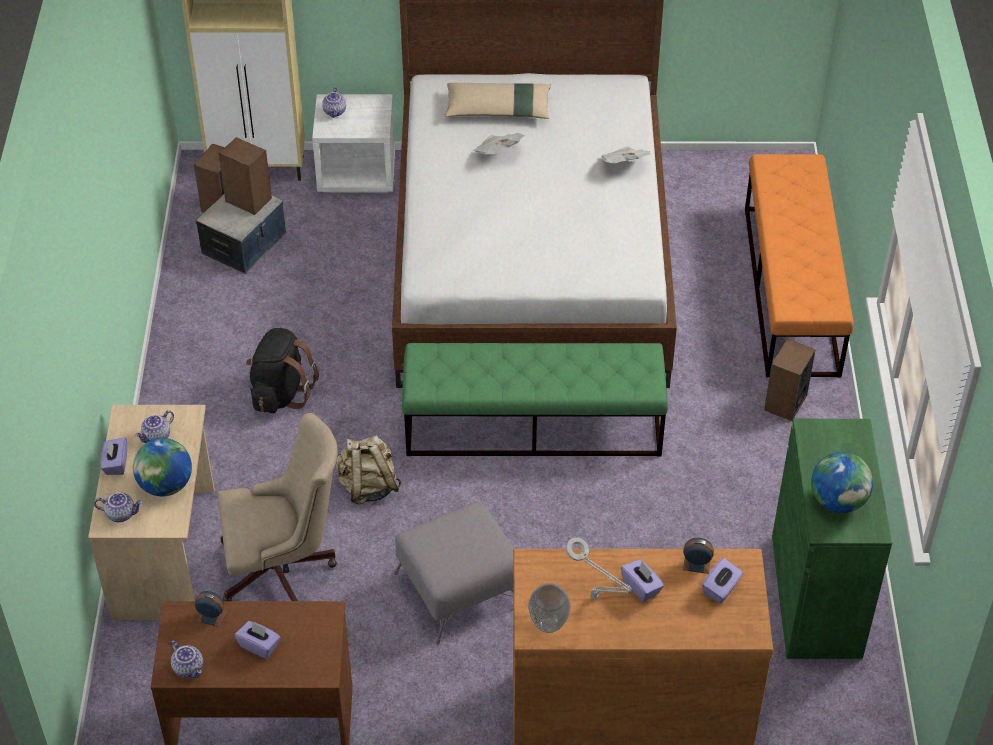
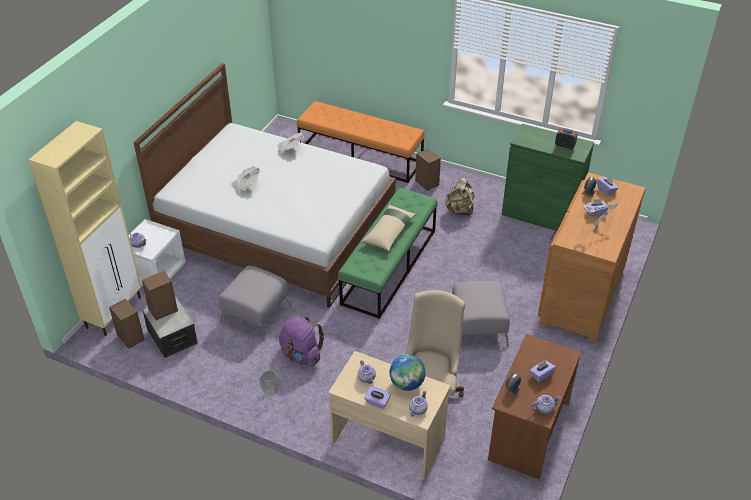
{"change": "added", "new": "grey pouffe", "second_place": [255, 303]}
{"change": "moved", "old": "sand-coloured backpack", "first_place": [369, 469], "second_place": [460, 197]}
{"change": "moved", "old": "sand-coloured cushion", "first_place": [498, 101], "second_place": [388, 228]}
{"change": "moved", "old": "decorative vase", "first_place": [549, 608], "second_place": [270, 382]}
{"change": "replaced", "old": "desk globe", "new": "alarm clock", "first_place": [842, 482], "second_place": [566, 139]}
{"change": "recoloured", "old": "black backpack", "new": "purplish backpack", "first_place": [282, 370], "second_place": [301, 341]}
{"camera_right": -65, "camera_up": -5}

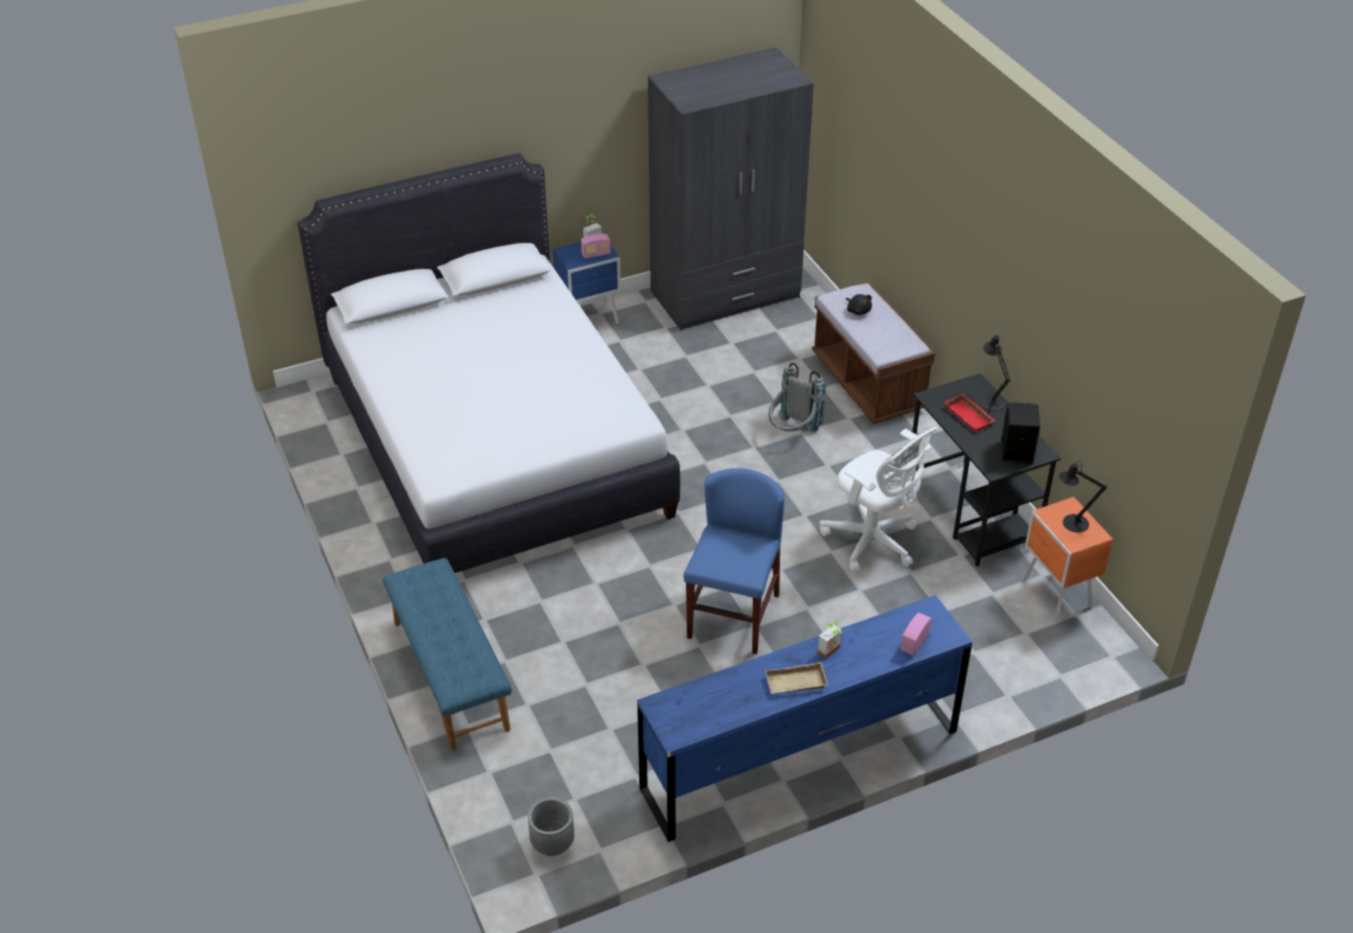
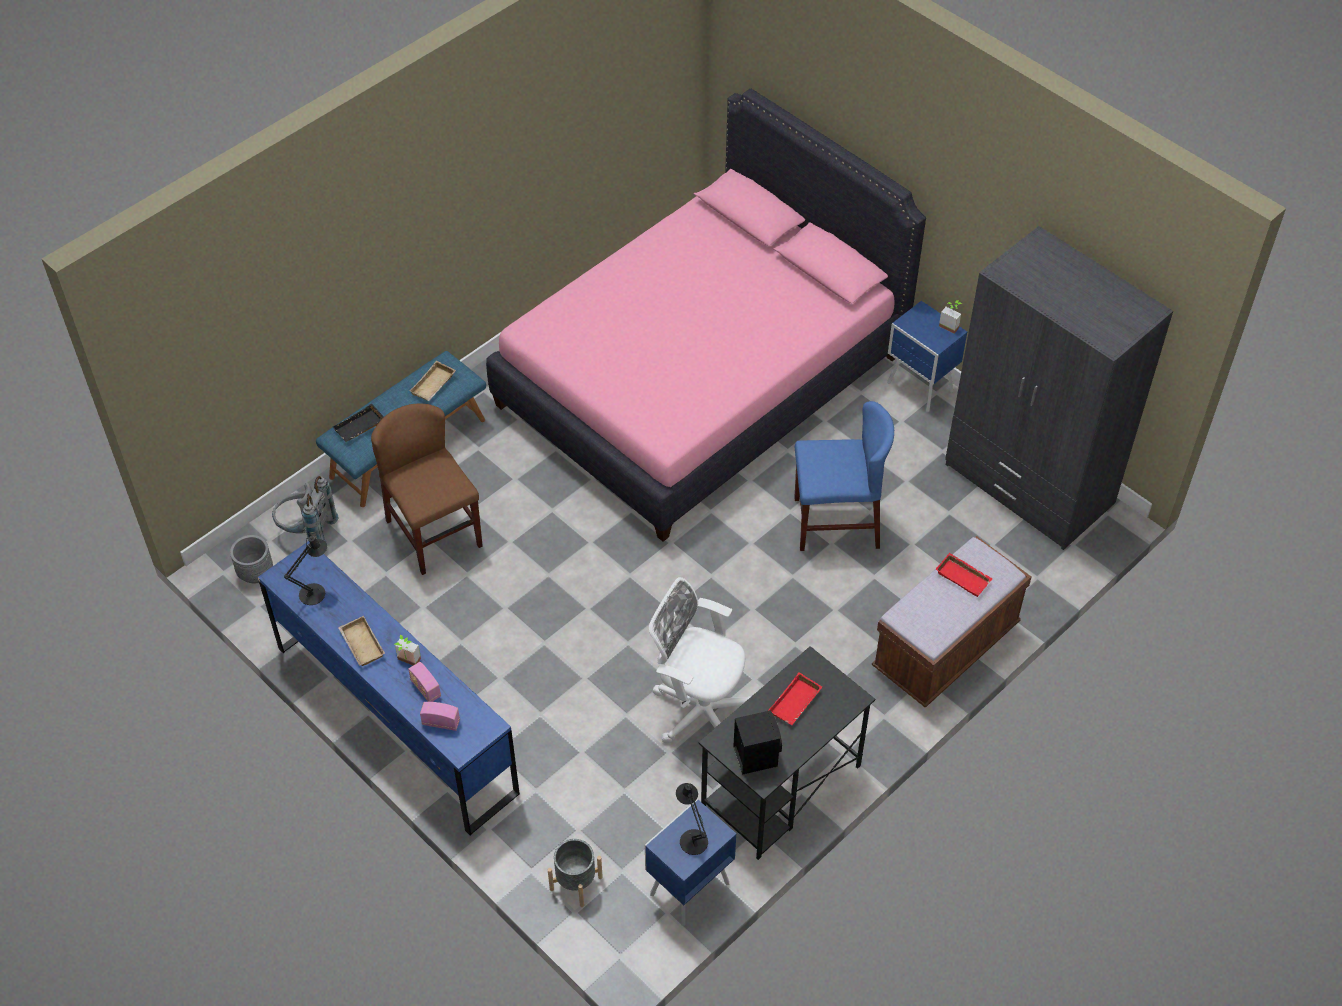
{"change": "added", "new": "black carrying tray", "second_place": [358, 423]}
{"change": "added", "new": "brownish chair", "second_place": [427, 489]}
{"change": "added", "new": "sand-coloured carrying tray", "second_place": [433, 381]}
{"change": "added", "new": "grey planter", "second_place": [575, 873]}
{"change": "moved", "old": "radio receiver", "first_place": [596, 246], "second_place": [424, 682]}
{"change": "moved", "old": "bluish chair", "first_place": [734, 561], "second_place": [844, 476]}
{"change": "moved", "old": "grey backpack", "first_place": [797, 397], "second_place": [305, 509]}
{"change": "moved", "old": "black table lamp", "first_place": [995, 373], "second_place": [305, 570]}
{"change": "replaced", "old": "black soft toy", "new": "reddish carrying tray", "first_place": [858, 304], "second_place": [964, 575]}
{"change": "recoloured", "old": "white bed", "new": "pink bed", "first_place": [488, 363], "second_place": [706, 315]}
{"change": "recoloured", "old": "orange nightstand", "new": "bluish nightstand", "first_place": [1067, 559], "second_place": [690, 862]}
{"change": "turned", "old": "white desk chair", "first_place": [879, 499], "second_place": [700, 660], "degrees": 90}
{"camera_right": 70, "camera_up": 10}

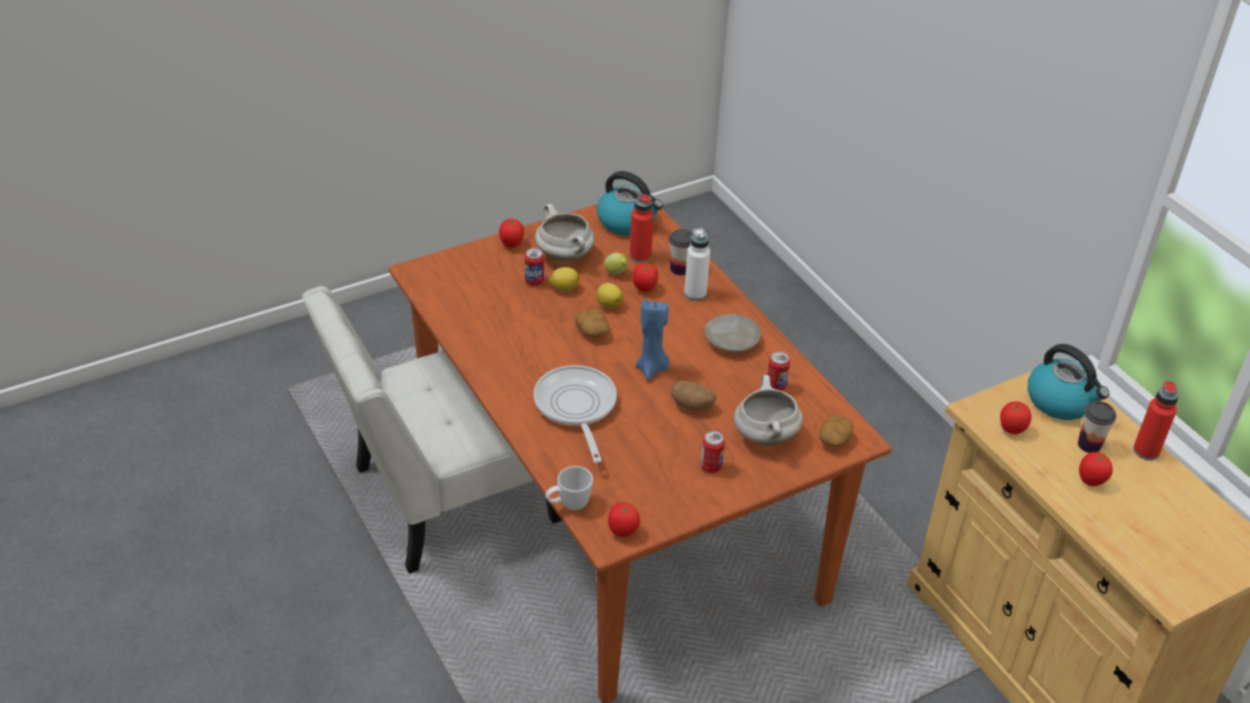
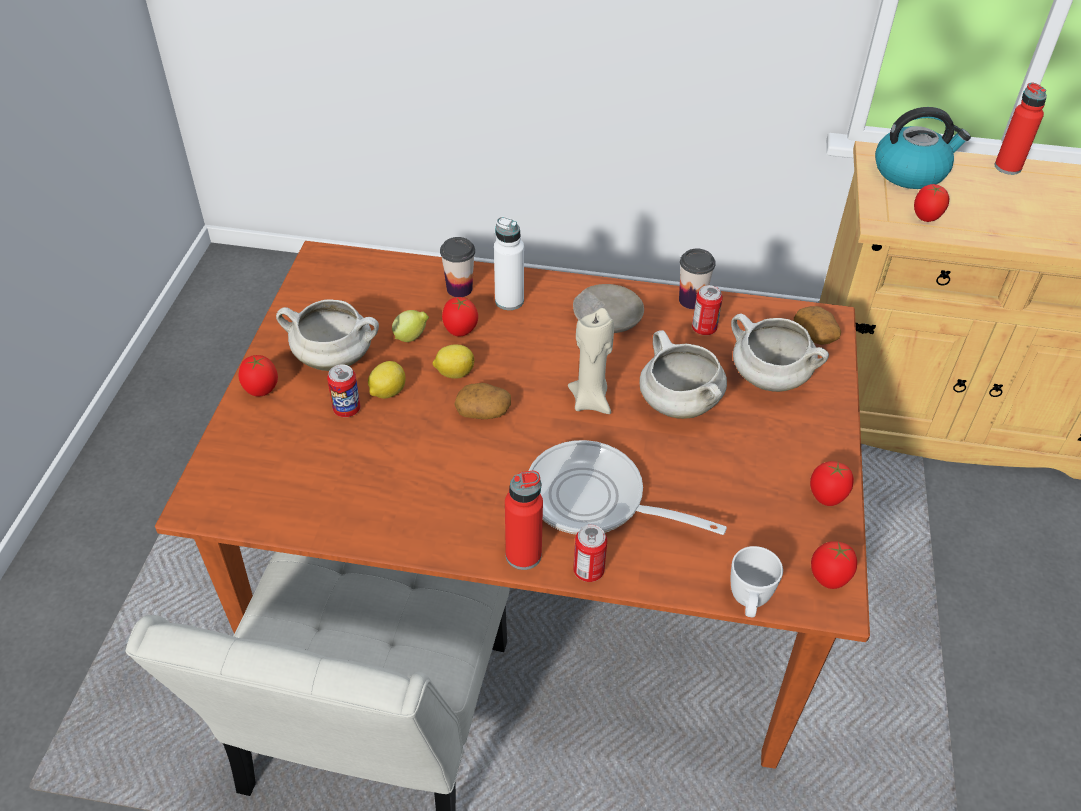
{"change": "removed", "old": "water kettle", "first_place": [630, 203]}
{"change": "moved", "old": "reddish bottle", "first_place": [642, 228], "second_place": [524, 520]}
{"change": "moved", "old": "can", "first_place": [712, 452], "second_place": [590, 553]}
{"change": "moved", "old": "small cup", "first_place": [1097, 427], "second_place": [697, 279]}
{"change": "moved", "old": "fresh tomato", "first_place": [1096, 469], "second_place": [832, 483]}
{"change": "replaced", "old": "spud", "new": "white cooking pot", "first_place": [693, 395], "second_place": [683, 374]}
{"change": "recoloured", "old": "bluish candle", "new": "sand-coloured candle", "first_place": [652, 339], "second_place": [591, 361]}
{"camera_right": -50, "camera_up": 5}

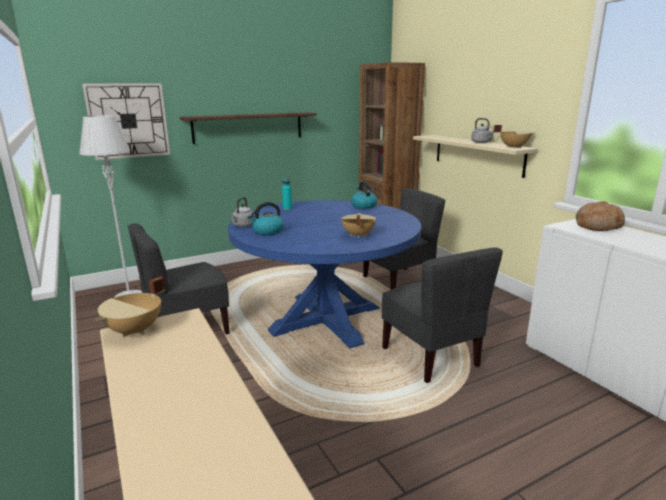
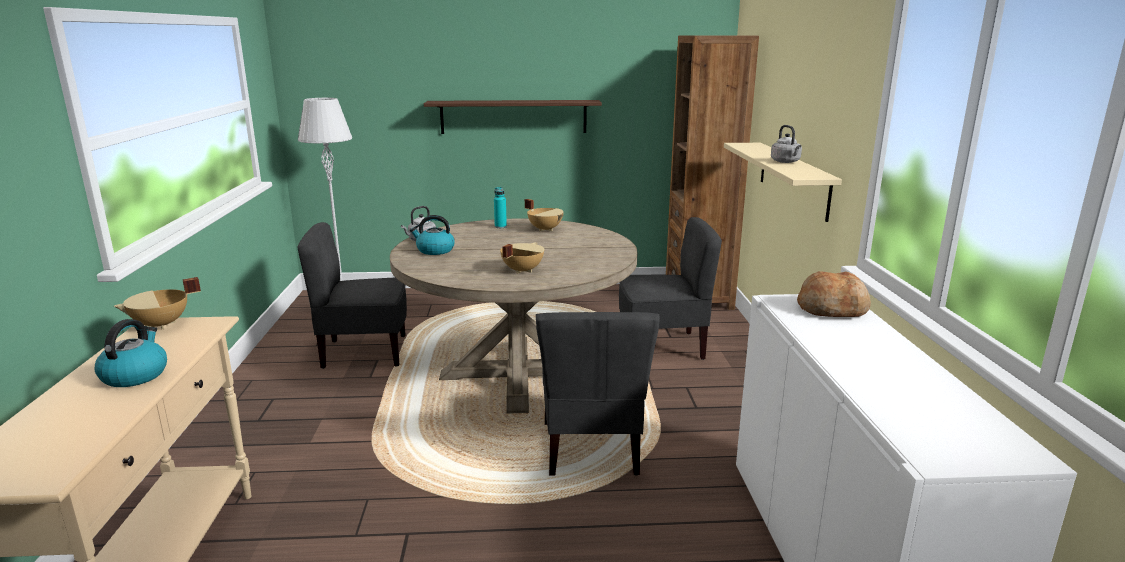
{"change": "removed", "old": "hanging clock", "first_place": [126, 121]}
{"change": "moved", "old": "water kettle", "first_place": [364, 195], "second_place": [130, 353]}
{"change": "moved", "old": "sand-coloured cooking pot", "first_place": [514, 136], "second_place": [544, 215]}
{"change": "recoloured", "old": "bluish dining table", "new": "sand-coloured dining table", "first_place": [324, 274], "second_place": [514, 316]}
{"camera_right": 25, "camera_up": 0}

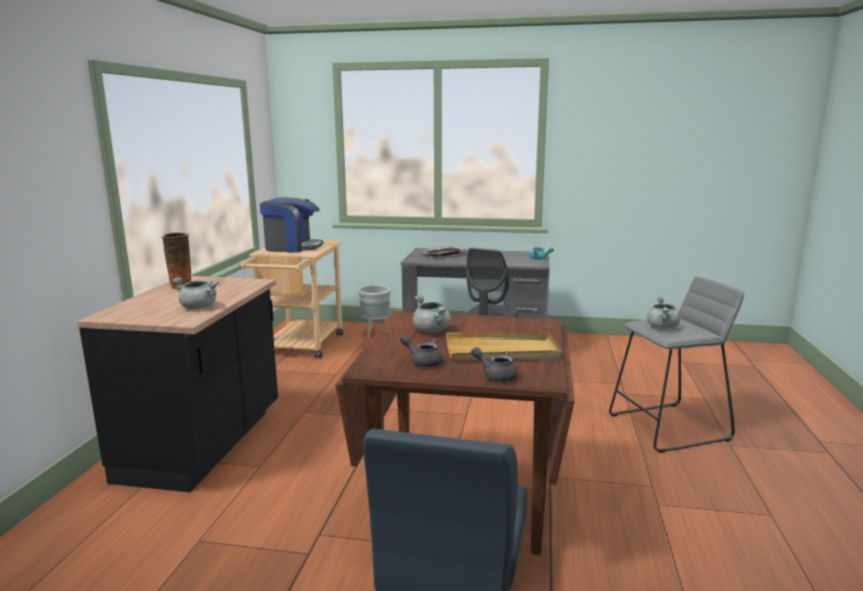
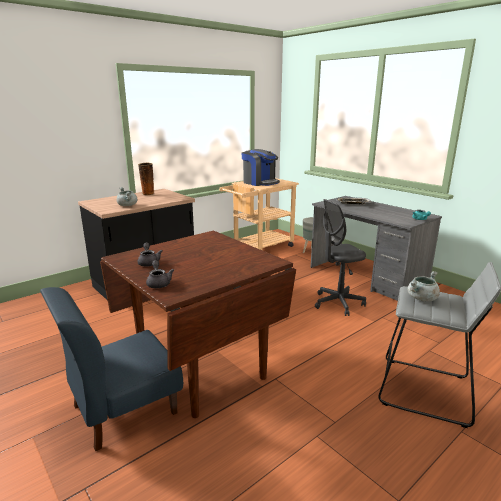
{"change": "removed", "old": "grey cooking pot", "first_place": [432, 313]}
{"change": "removed", "old": "sand-coloured carrying tray", "first_place": [504, 346]}
{"camera_right": 40, "camera_up": 5}

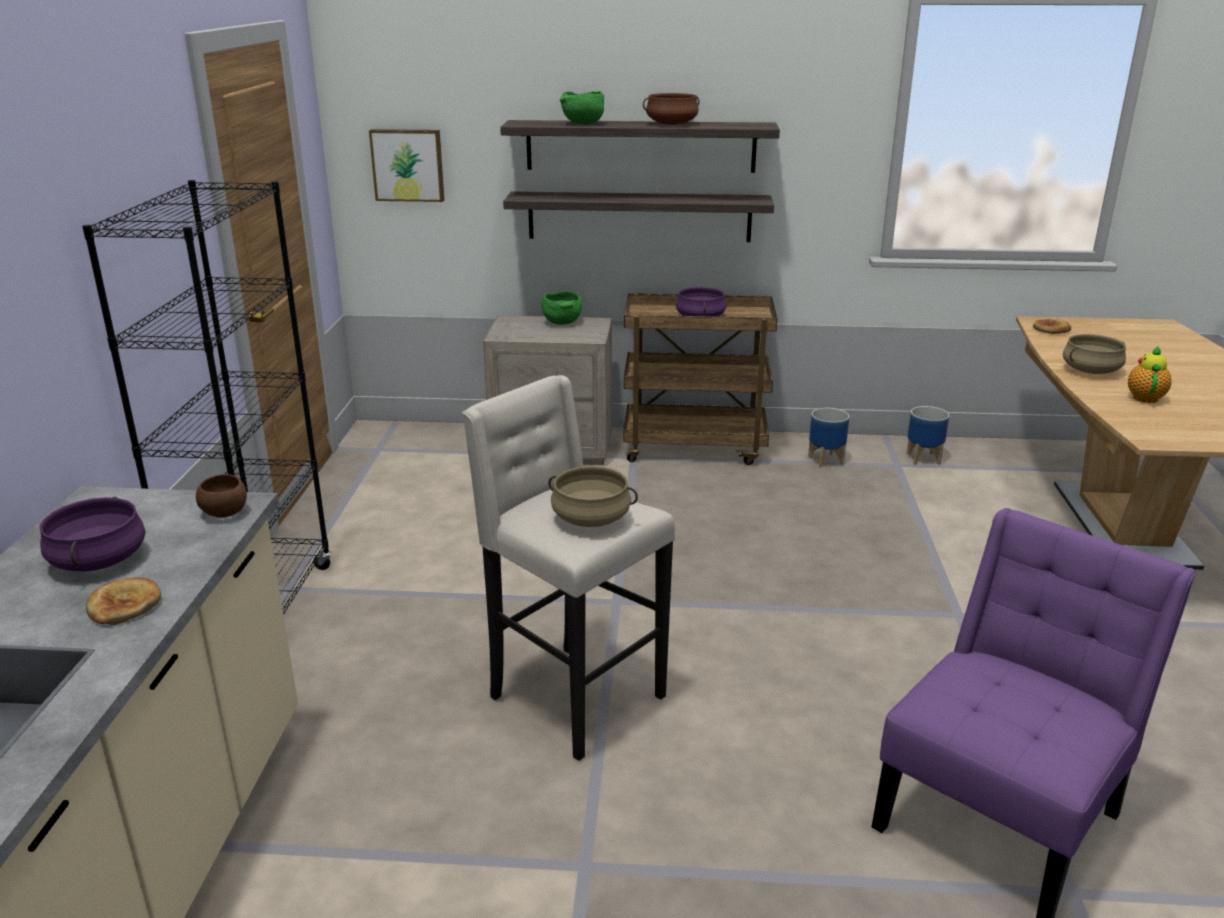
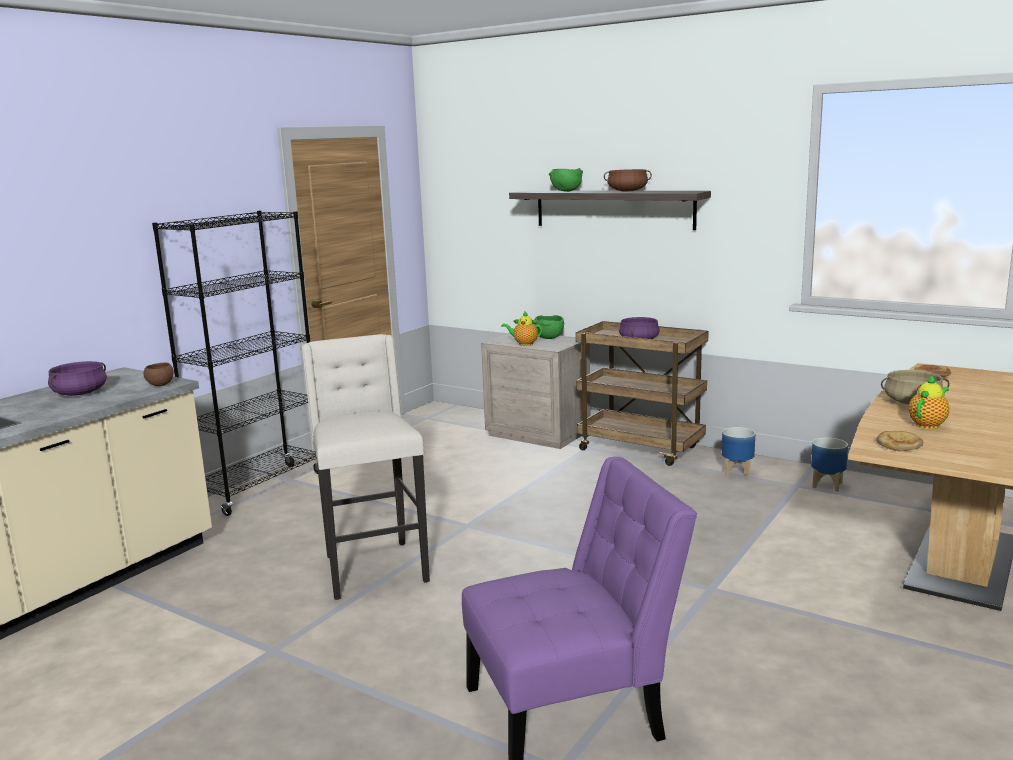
{"change": "removed", "old": "wall art", "first_place": [406, 165]}
{"change": "removed", "old": "bracket shelf", "first_place": [638, 217]}
{"change": "removed", "old": "sand-coloured cooking pot", "first_place": [593, 496]}
{"change": "added", "new": "tea pot", "second_place": [521, 328]}
{"change": "moved", "old": "baked bread", "first_place": [123, 601], "second_place": [899, 441]}
{"camera_right": 30, "camera_up": -10}

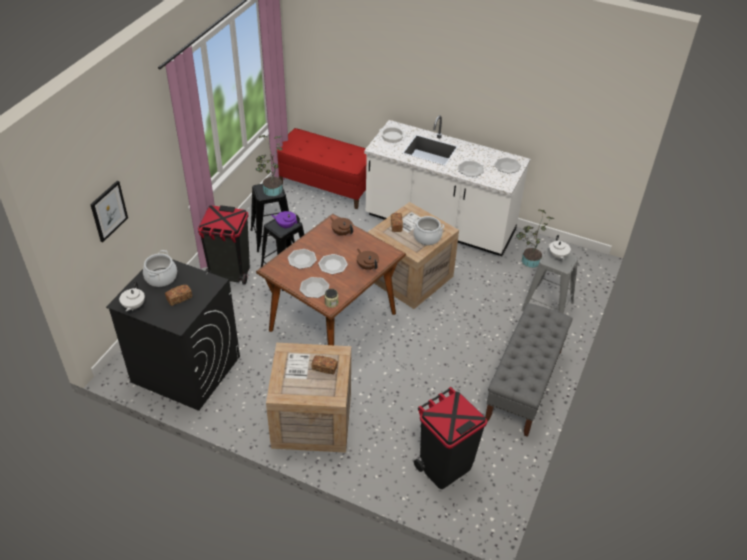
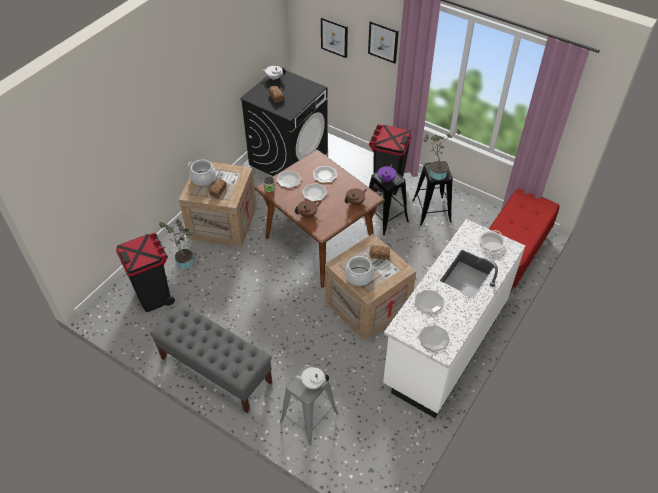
{"change": "added", "new": "wall art", "second_place": [383, 42]}
{"change": "moved", "old": "cooking pot", "first_place": [160, 268], "second_place": [202, 173]}
{"change": "moved", "old": "potted plant", "first_place": [535, 238], "second_place": [176, 244]}
{"camera_right": 100, "camera_up": 5}

